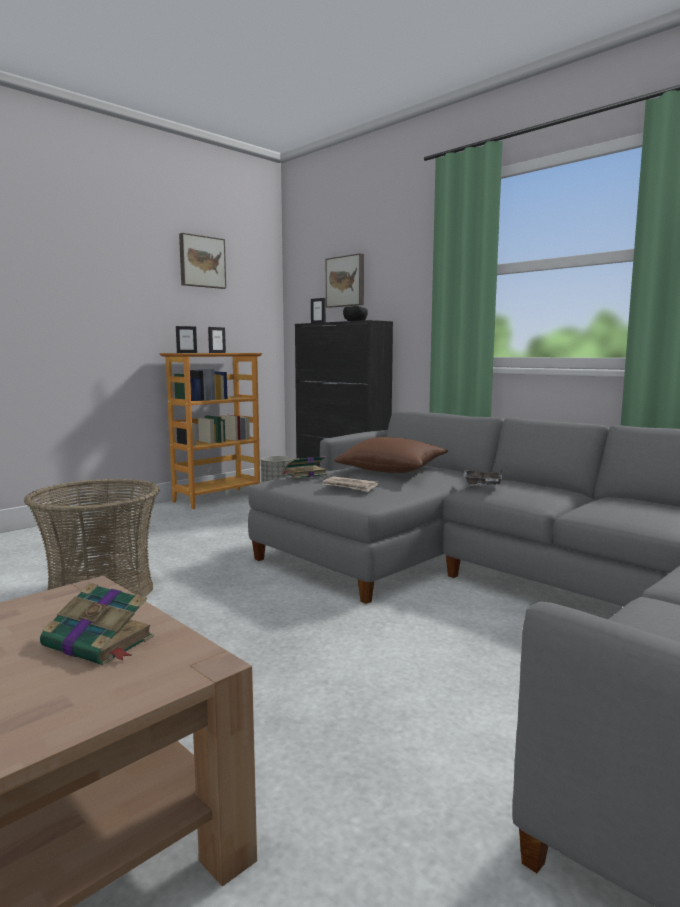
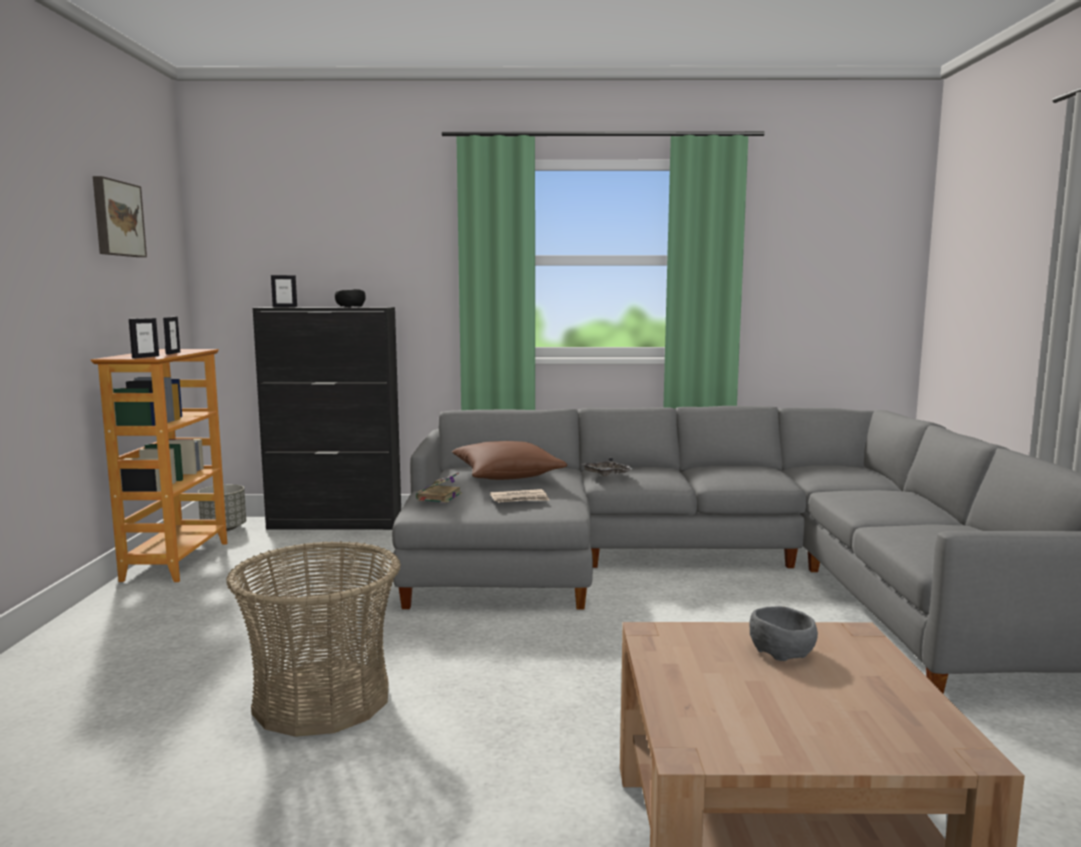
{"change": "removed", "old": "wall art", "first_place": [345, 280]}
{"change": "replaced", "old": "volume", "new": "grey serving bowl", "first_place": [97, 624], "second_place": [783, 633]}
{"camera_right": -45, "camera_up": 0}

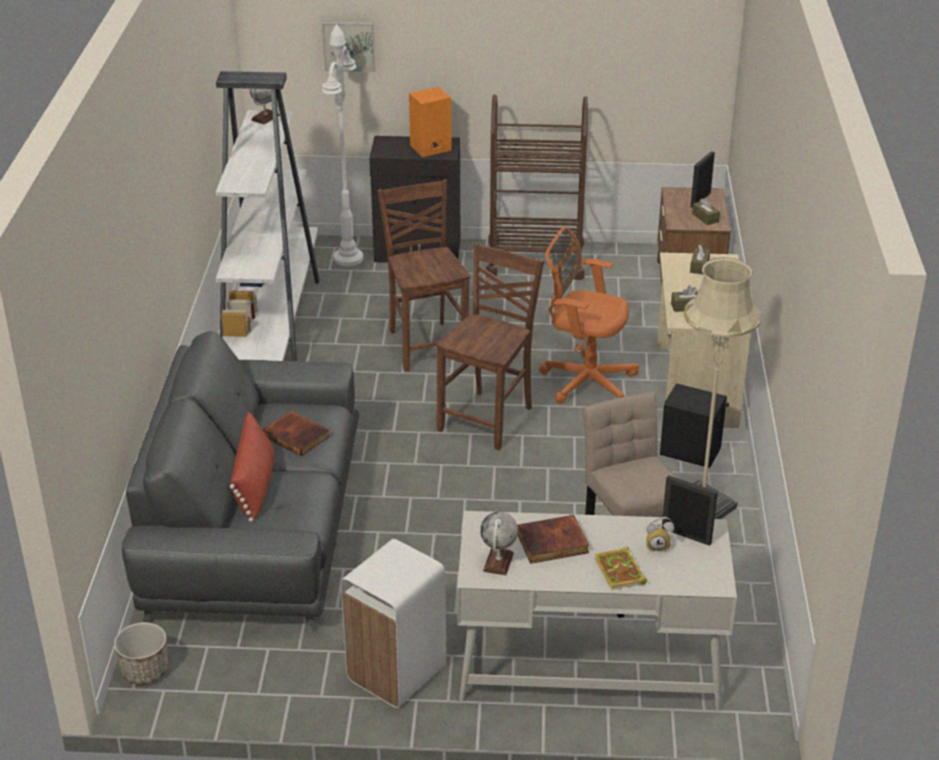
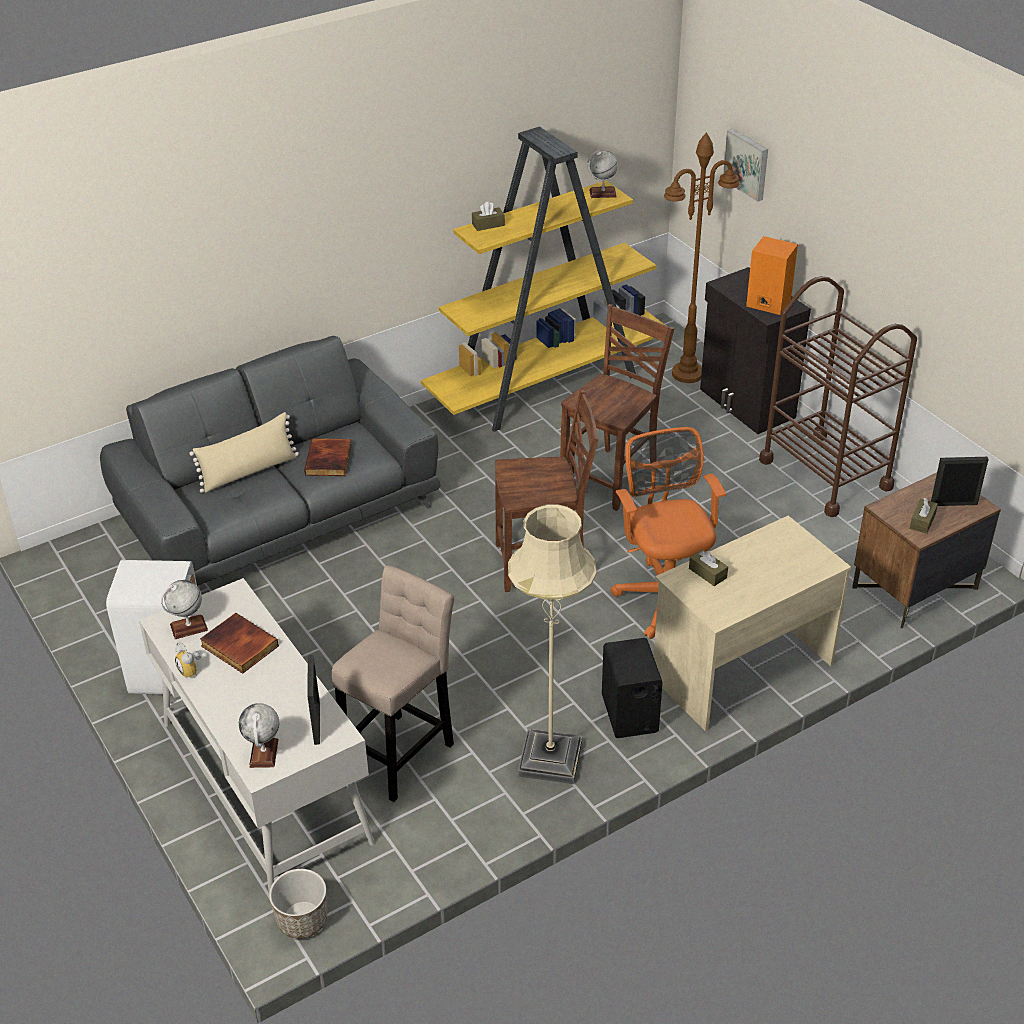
{"change": "removed", "old": "volume", "first_place": [621, 568]}
{"change": "added", "new": "desk globe", "second_place": [259, 735]}
{"change": "moved", "old": "planter", "first_place": [141, 653], "second_place": [298, 904]}
{"change": "moved", "old": "alarm clock", "first_place": [660, 534], "second_place": [188, 660]}
{"change": "moved", "old": "brownish tissue box", "first_place": [700, 260], "second_place": [488, 216]}
{"change": "recoloured", "old": "white shelving unit", "new": "yellow shelving unit", "first_place": [268, 216], "second_place": [543, 279]}
{"change": "recoloured", "old": "reddish cushion", "new": "sand-coloured cushion", "first_place": [252, 467], "second_place": [244, 452]}
{"change": "recoloured", "old": "white floor lamp", "new": "brownish floor lamp", "first_place": [342, 145], "second_place": [702, 257]}
{"camera_right": 55, "camera_up": 5}

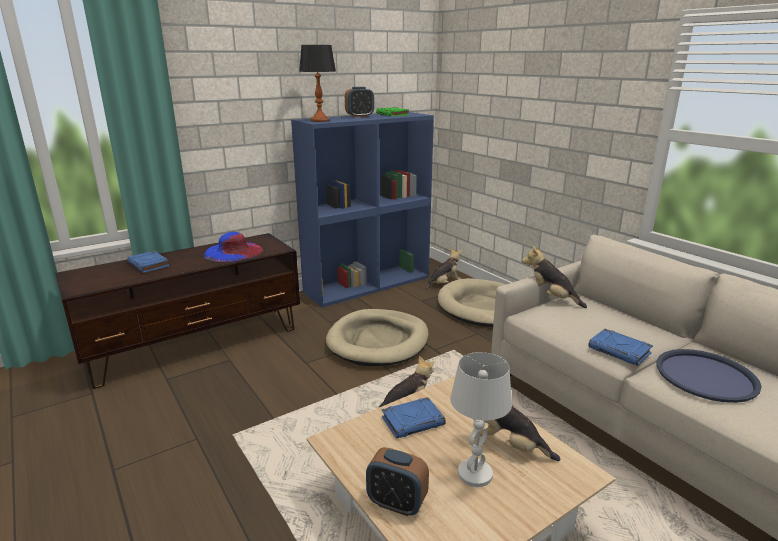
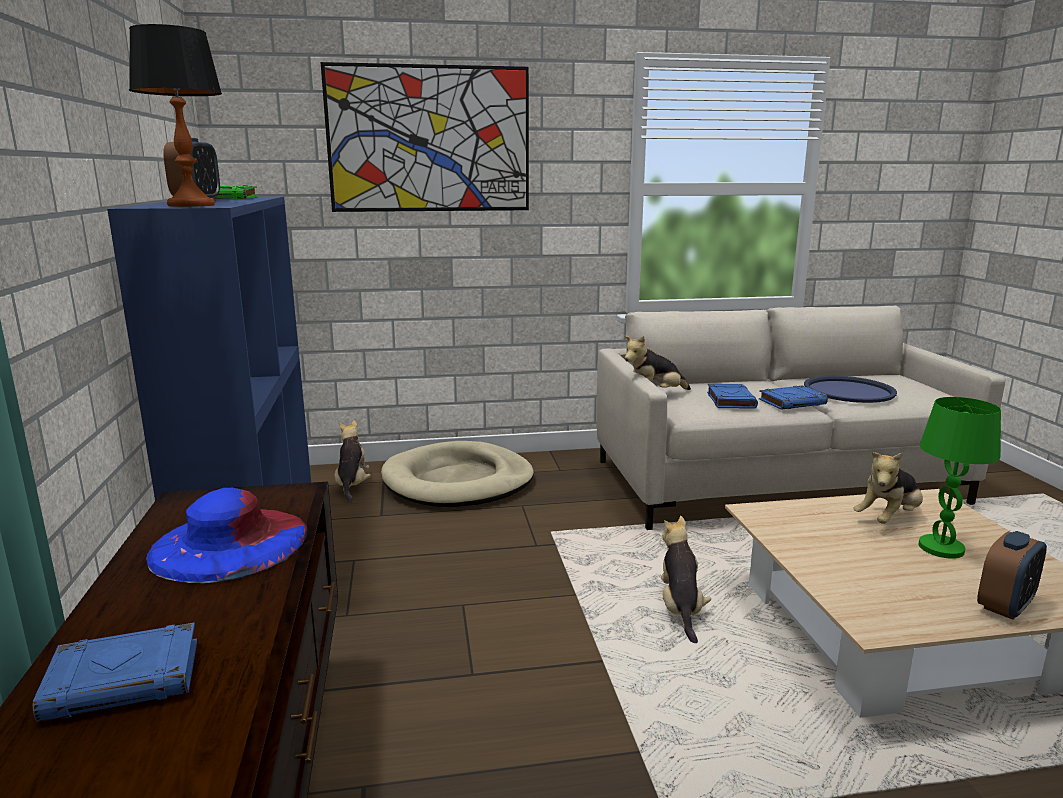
{"change": "removed", "old": "sand-coloured dog bed", "first_place": [377, 337]}
{"change": "added", "new": "wall art", "second_place": [425, 137]}
{"change": "moved", "old": "bluish volume", "first_place": [414, 418], "second_place": [732, 396]}
{"change": "recoloured", "old": "white table lamp", "new": "green table lamp", "first_place": [481, 419], "second_place": [960, 478]}
{"camera_right": -65, "camera_up": -5}

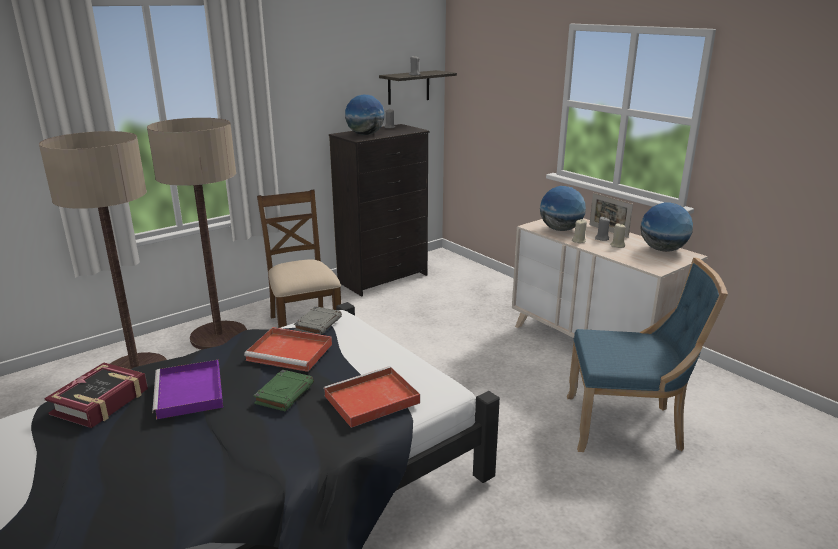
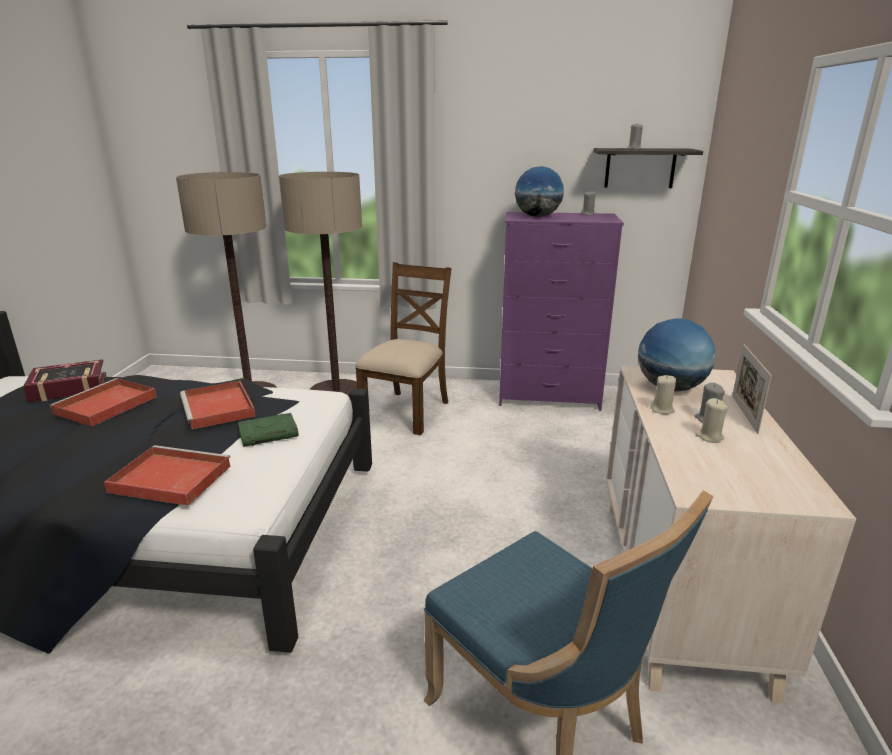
{"change": "removed", "old": "grey volume", "first_place": [318, 320]}
{"change": "removed", "old": "desk globe", "first_place": [666, 227]}
{"change": "moved", "old": "green volume", "first_place": [283, 390], "second_place": [268, 430]}
{"change": "recoloured", "old": "purplish carrying tray", "new": "reddish carrying tray", "first_place": [187, 389], "second_place": [103, 402]}
{"change": "recoloured", "old": "black dresser", "new": "purplish dresser", "first_place": [379, 210], "second_place": [561, 311]}
{"camera_right": 45, "camera_up": 0}

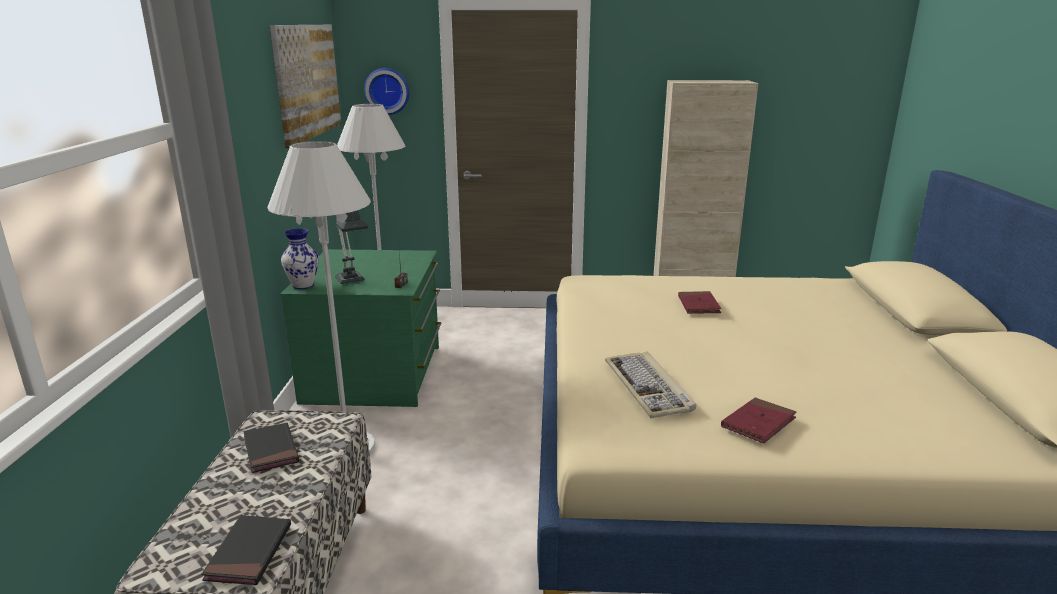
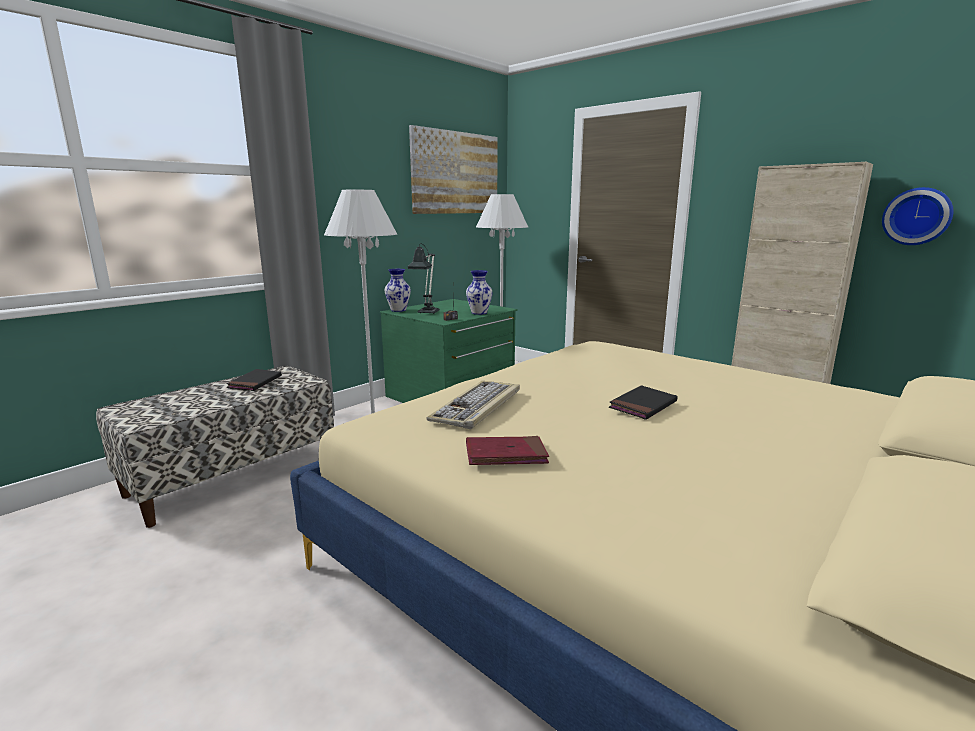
{"change": "removed", "old": "reddish volume", "first_place": [699, 302]}
{"change": "added", "new": "decorative vase", "second_place": [479, 292]}
{"change": "moved", "old": "black volume", "first_place": [246, 550], "second_place": [643, 402]}
{"change": "moved", "old": "hanging clock", "first_place": [386, 91], "second_place": [917, 216]}
{"camera_right": 40, "camera_up": -5}

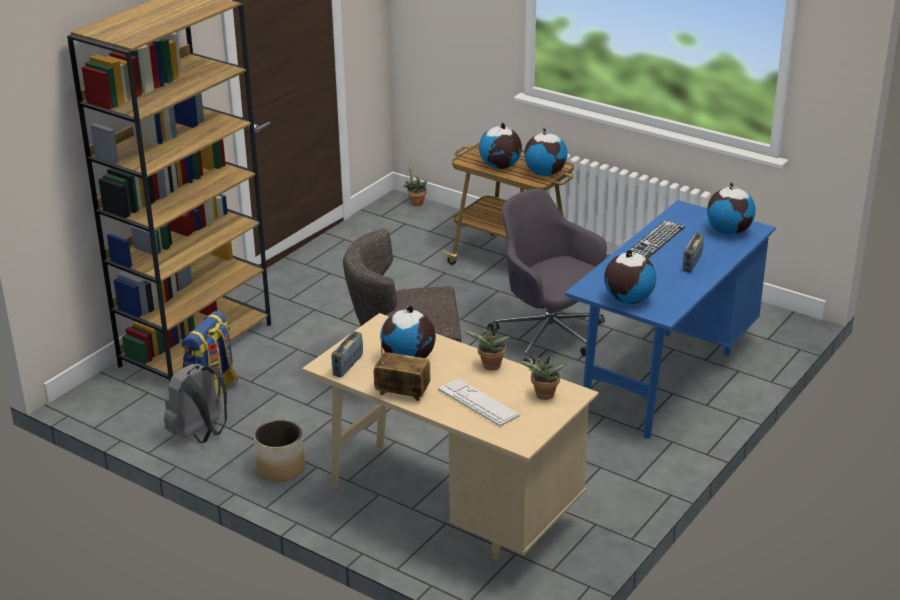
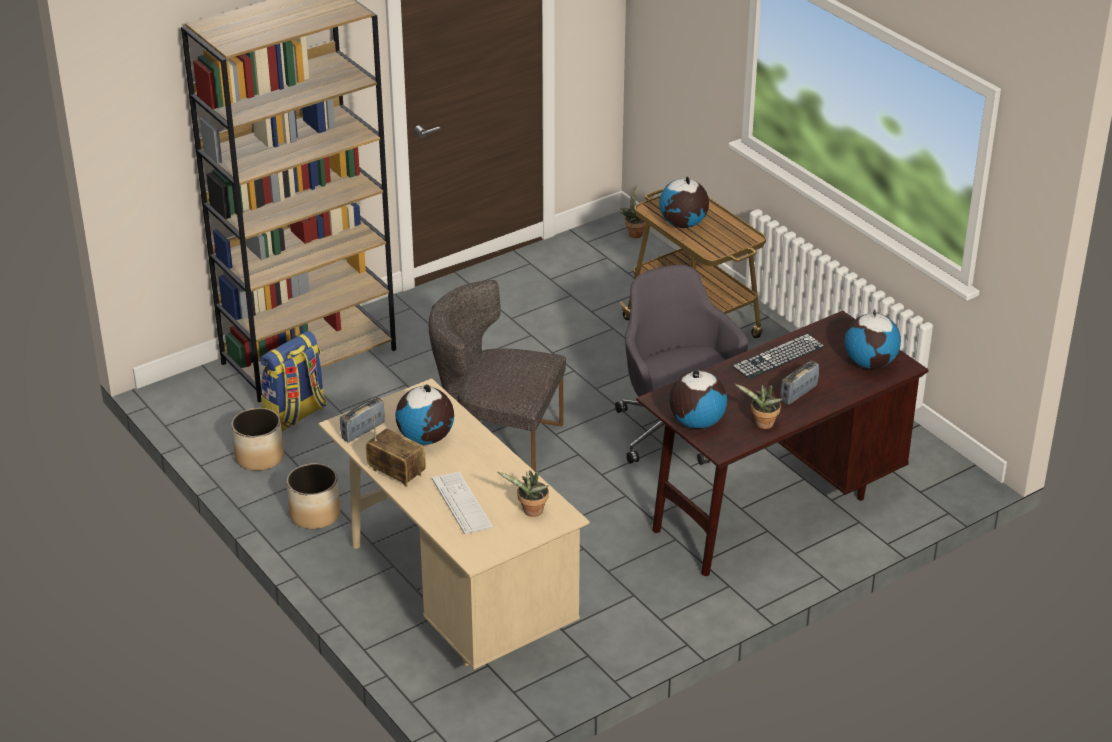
{"change": "removed", "old": "desk globe", "first_place": [546, 152]}
{"change": "moved", "old": "potted plant", "first_place": [487, 348], "second_place": [759, 406]}
{"change": "replaced", "old": "grey backpack", "new": "planter", "first_place": [195, 403], "second_place": [257, 439]}
{"change": "recoloured", "old": "bluish desk", "new": "brownish desk", "first_place": [670, 319], "second_place": [782, 443]}
{"camera_right": 20, "camera_up": 5}

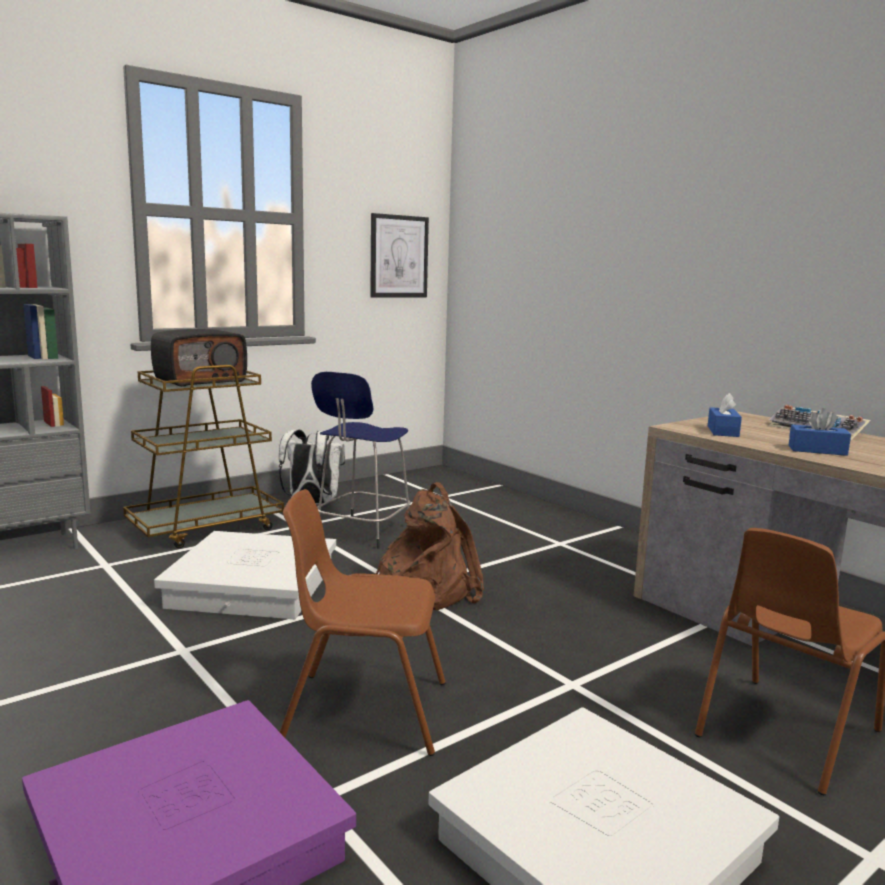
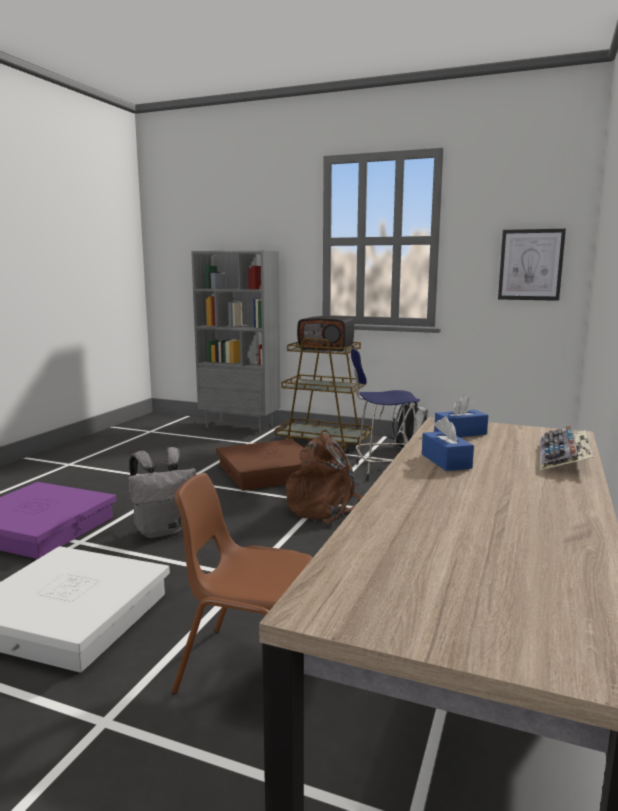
{"change": "replaced", "old": "brownish chair", "new": "grey backpack", "first_place": [363, 622], "second_place": [162, 492]}
{"change": "recoloured", "old": "white storage box", "new": "brownish storage box", "first_place": [245, 575], "second_place": [260, 465]}
{"camera_right": 60, "camera_up": 0}

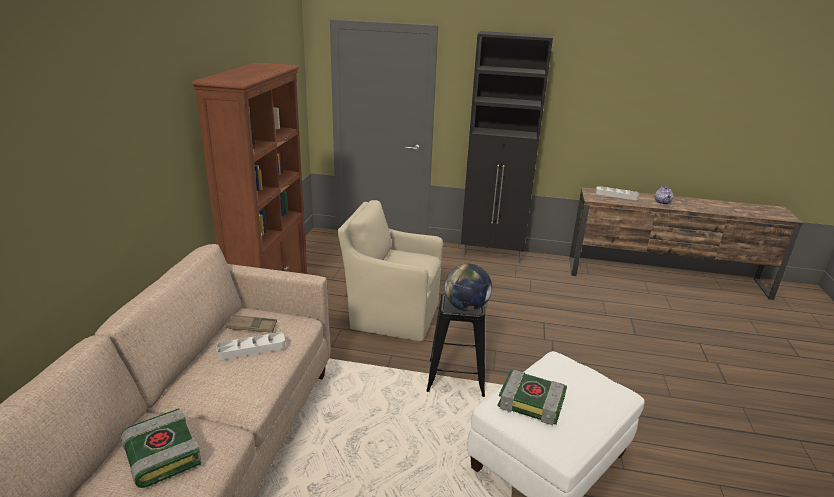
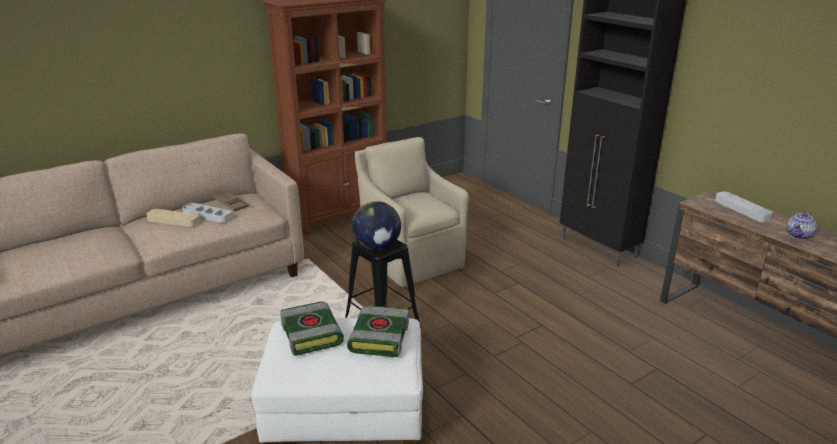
{"change": "added", "new": "sand-coloured carrying tray", "second_place": [173, 218]}
{"change": "moved", "old": "volume", "first_place": [161, 448], "second_place": [378, 331]}
{"camera_right": 45, "camera_up": 0}

